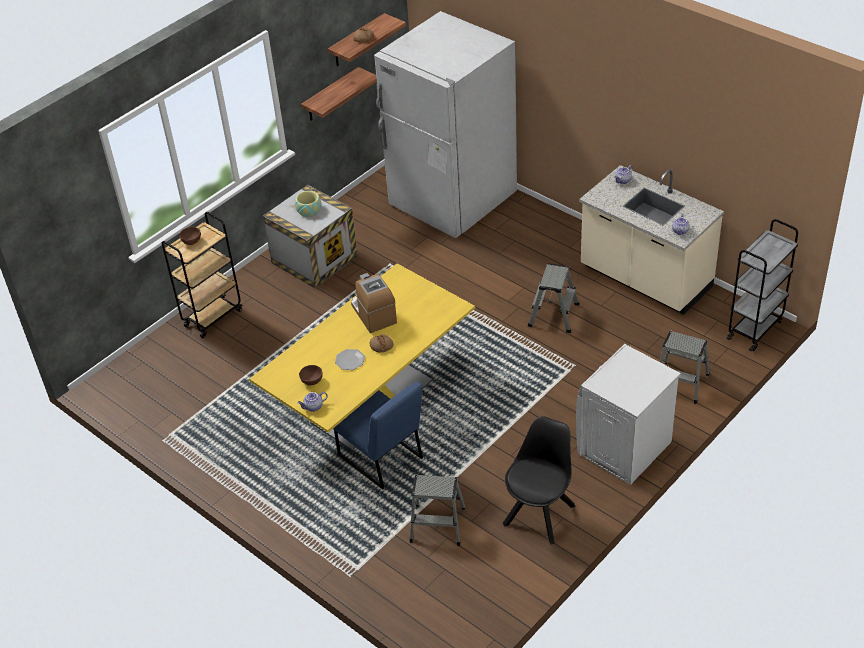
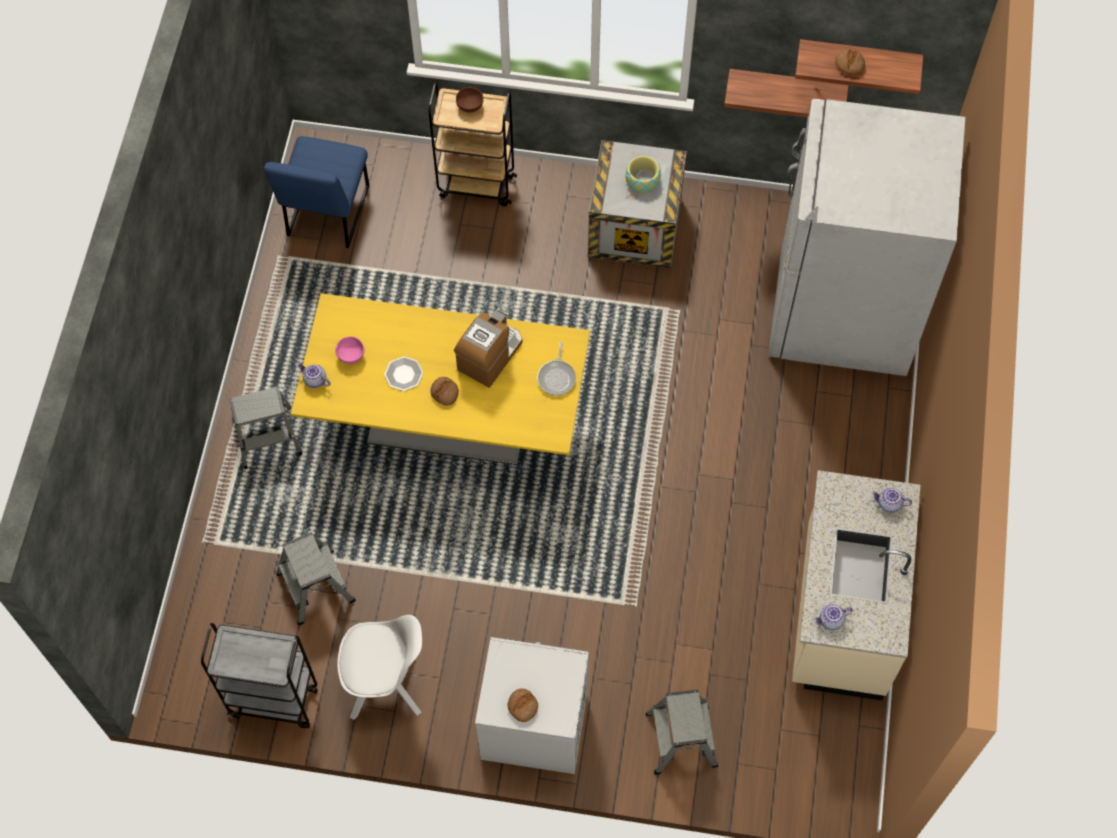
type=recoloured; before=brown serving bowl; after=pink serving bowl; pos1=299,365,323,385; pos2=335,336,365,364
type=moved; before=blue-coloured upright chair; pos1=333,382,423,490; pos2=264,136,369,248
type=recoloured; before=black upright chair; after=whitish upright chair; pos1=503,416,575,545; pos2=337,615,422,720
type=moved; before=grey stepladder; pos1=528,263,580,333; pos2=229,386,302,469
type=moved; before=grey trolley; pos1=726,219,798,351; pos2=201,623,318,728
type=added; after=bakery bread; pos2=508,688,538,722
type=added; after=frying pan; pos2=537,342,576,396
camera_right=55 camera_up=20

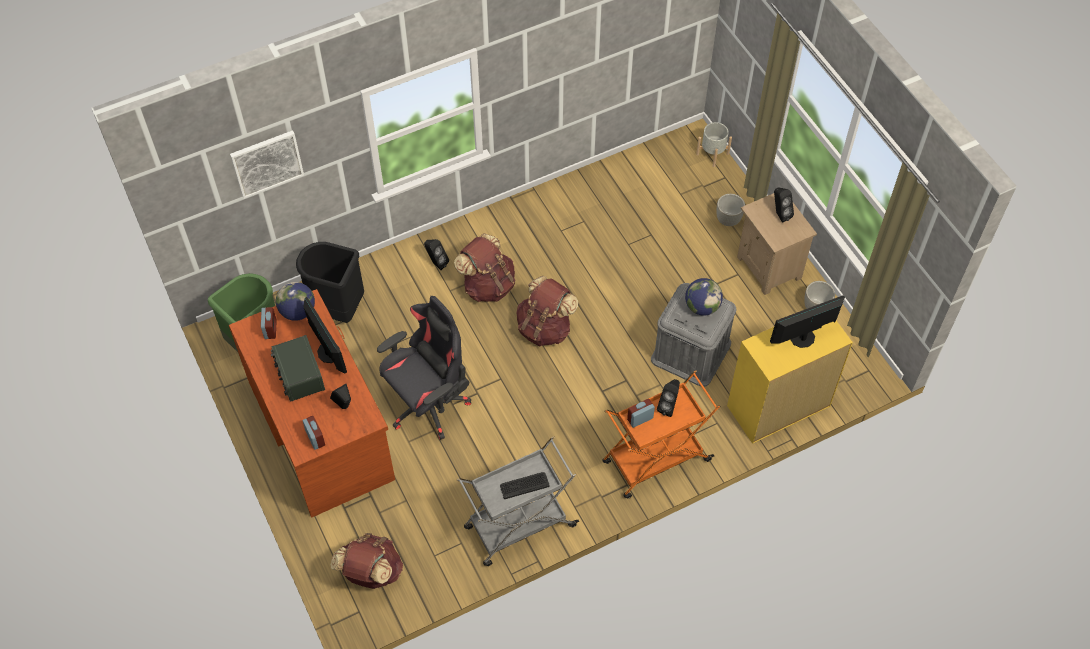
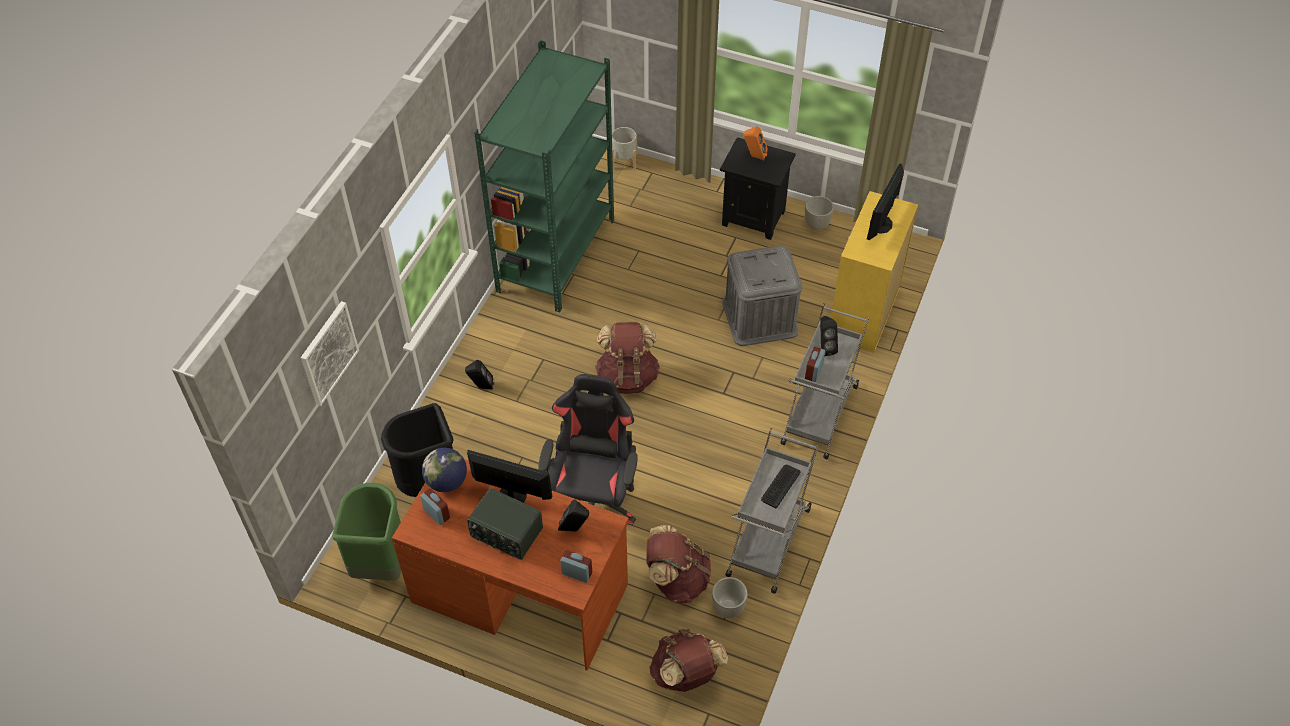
type=moved; before=brown rucksack; pos1=454,233,516,302; pos2=646,525,711,603
type=recoloured; before=orange-coloured trolley; after=grey trolley; pos1=603,370,720,499; pos2=780,303,869,459
type=removed; before=desk globe; pos1=685,278,723,316
type=moved; before=grey planter; pos1=717,194,745,226; pos2=712,577,748,618
type=recoloured; before=beige-coloured nightstand; after=black nightstand; pos1=737,193,817,295; pos2=720,137,796,240
type=recoloured; before=black loudspeaker; after=orange-coloured loudspeaker; pos1=774,187,794,223; pos2=744,126,768,160
type=added; after=green-coloured bookcase; pos2=474,40,614,312
camera_right=-40 camera_up=-5

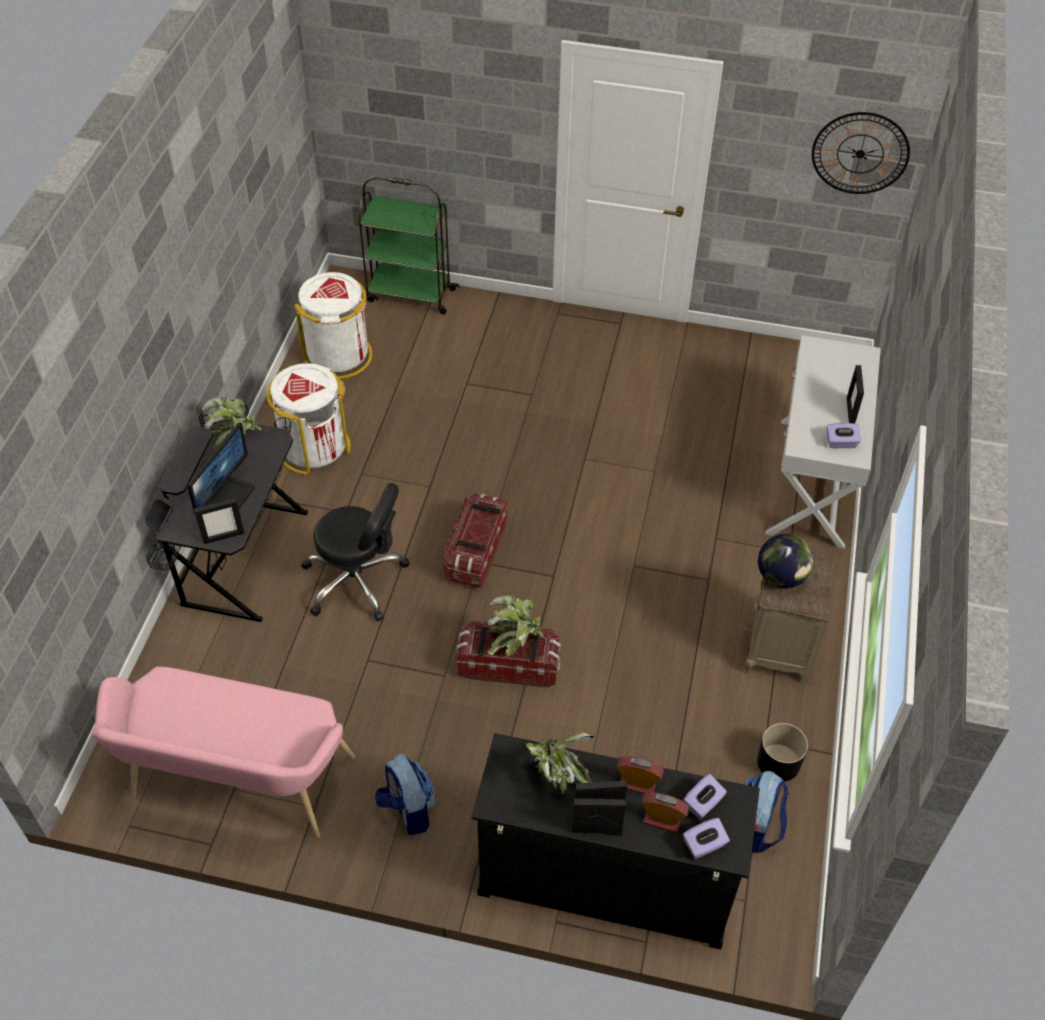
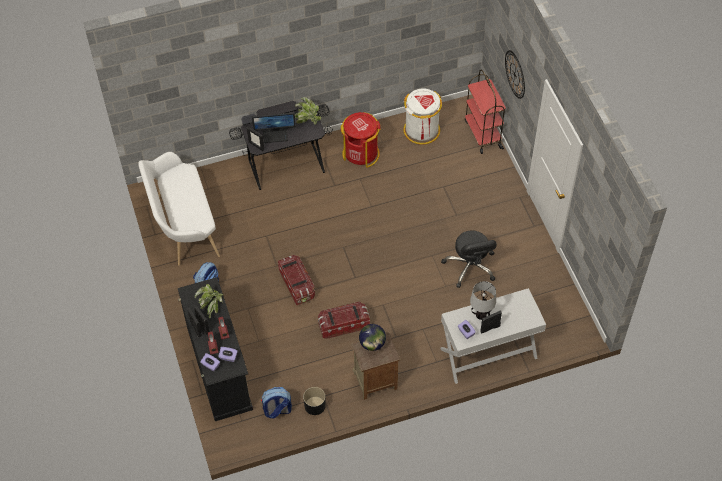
type=recoloured; before=pink bench; after=whitish bench; pos1=92,667,355,838; pos2=138,152,220,265
type=recoloured; before=whitish rubbish bin; after=red rubbish bin; pos1=267,363,351,475; pos2=340,112,381,168
type=moved; before=black computer chair; pos1=301,483,410,621; pos2=441,230,497,288
type=recoloured; before=green-coloured trolley; after=red trolley; pos1=359,177,460,315; pos2=465,70,506,154
type=moved; before=storage container; pos1=442,494,507,588; pos2=318,302,370,339
type=removed; before=plant in a pot; pos1=488,595,544,656
type=moved; before=clock on the wall; pos1=812,112,910,194; pos2=505,50,525,99
type=added; after=lamp for a table; pos2=470,281,496,320
camera_right=60 camera_up=5

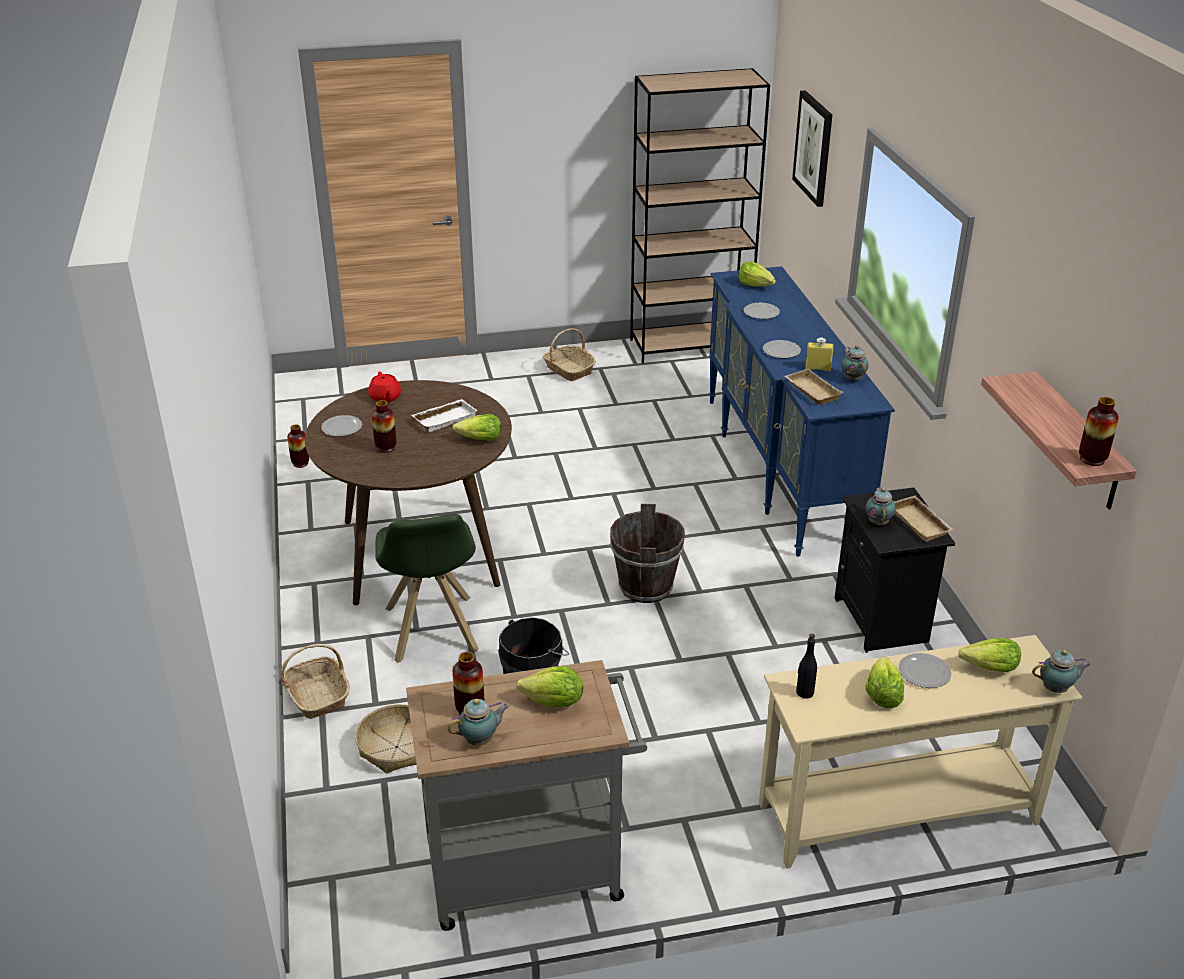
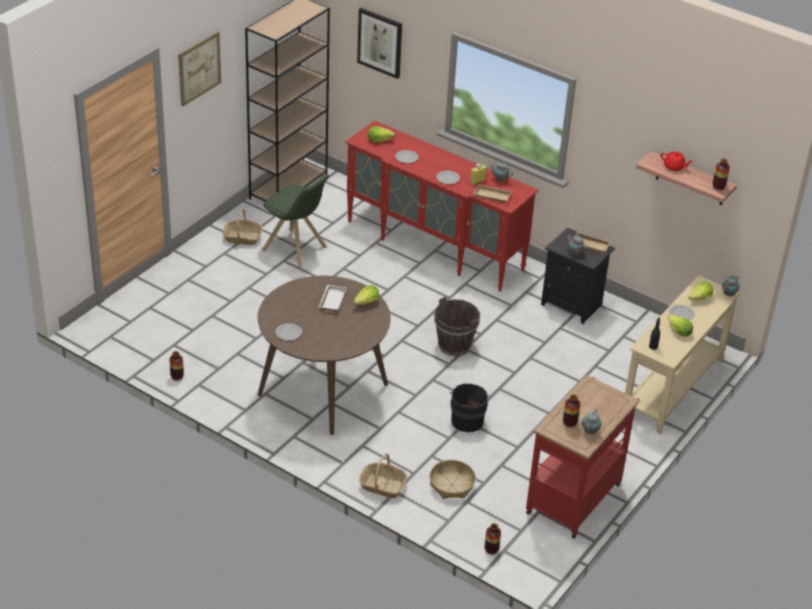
type=moved; before=red tea pot; pos1=368,372,401,402; pos2=660,152,693,171
type=moved; before=vase; pos1=372,400,397,453; pos2=485,523,501,555
type=moved; before=green-coloured upright chair; pos1=375,514,479,663; pos2=262,174,329,268
type=recoloured; before=grey trolley; after=red trolley; pos1=406,660,647,931; pos2=526,375,640,538
type=removed; before=head of lettuce; pos1=517,666,583,707
type=recoloured; before=blue-coloured cabinet; after=red cabinet; pos1=709,266,895,557; pos2=345,121,539,292
type=added; after=wall art; pos2=178,31,221,107
camera_right=-45 camera_up=5

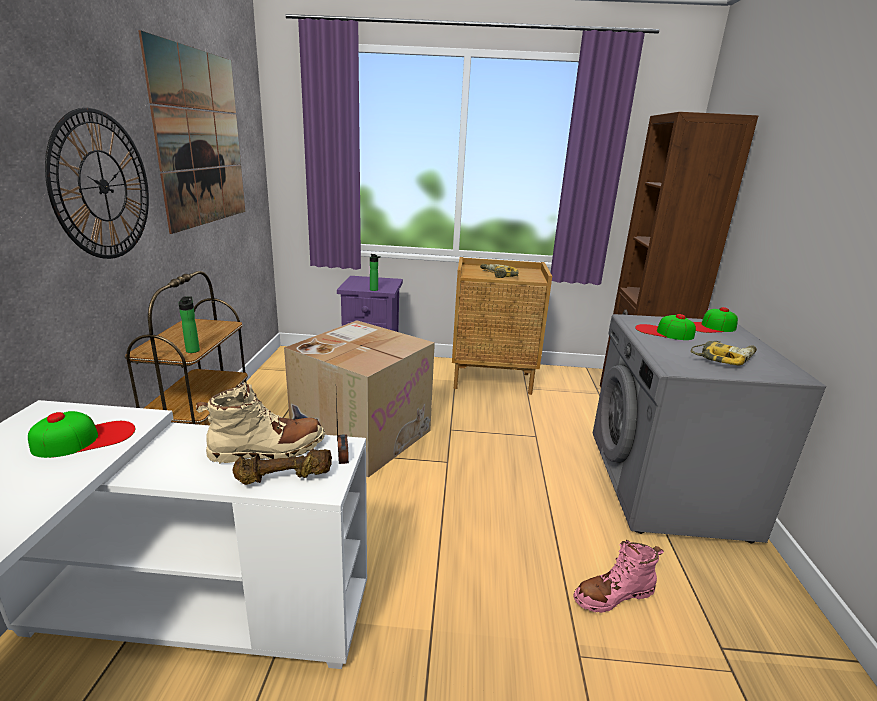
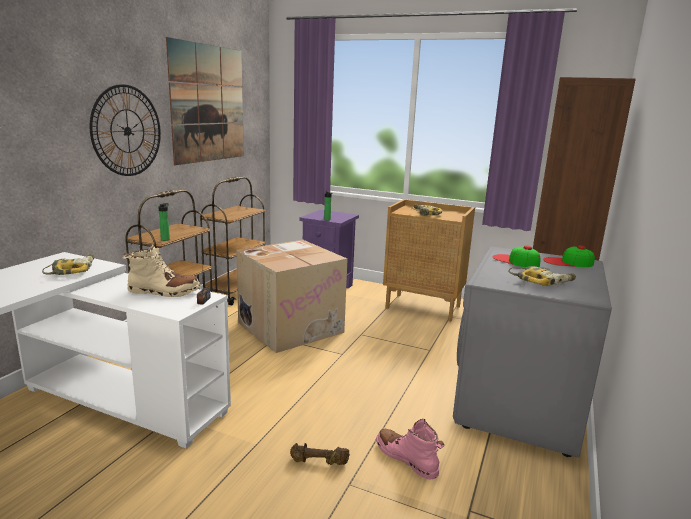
type=replaced; before=cap; after=drill; pos1=28,411,135,458; pos2=42,254,94,275
type=moved; before=brown hand weight; pos1=232,448,332,485; pos2=290,443,350,465
type=turned; before=pink tall boot; pos1=573,540,664,613; pos2=376,419,444,480; turn=45
type=added; after=brown trolley; pos2=200,177,265,305
camera_right=20 camera_up=-5

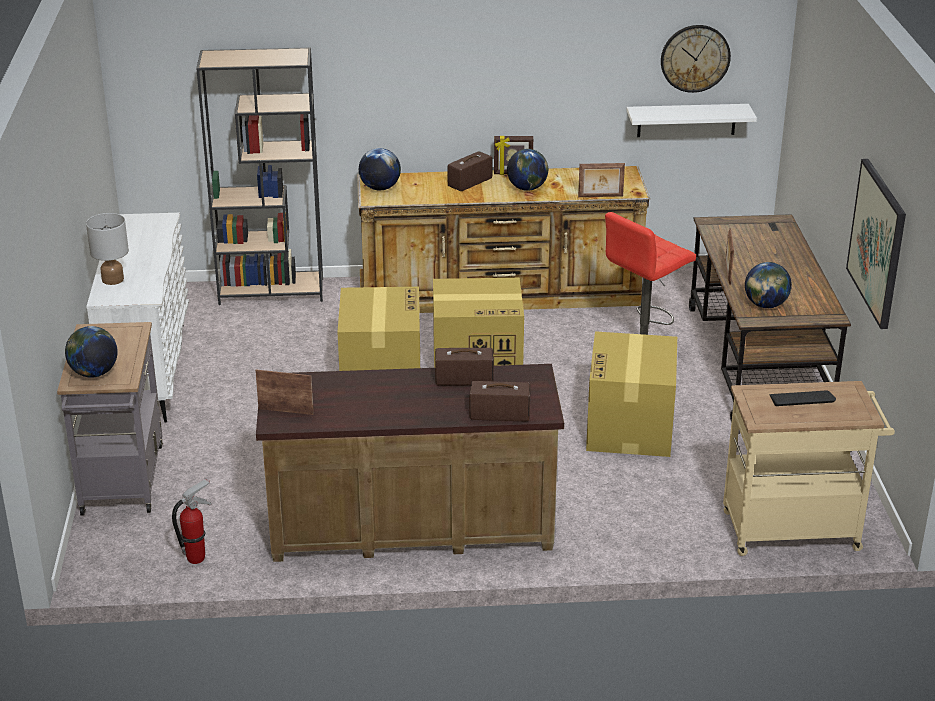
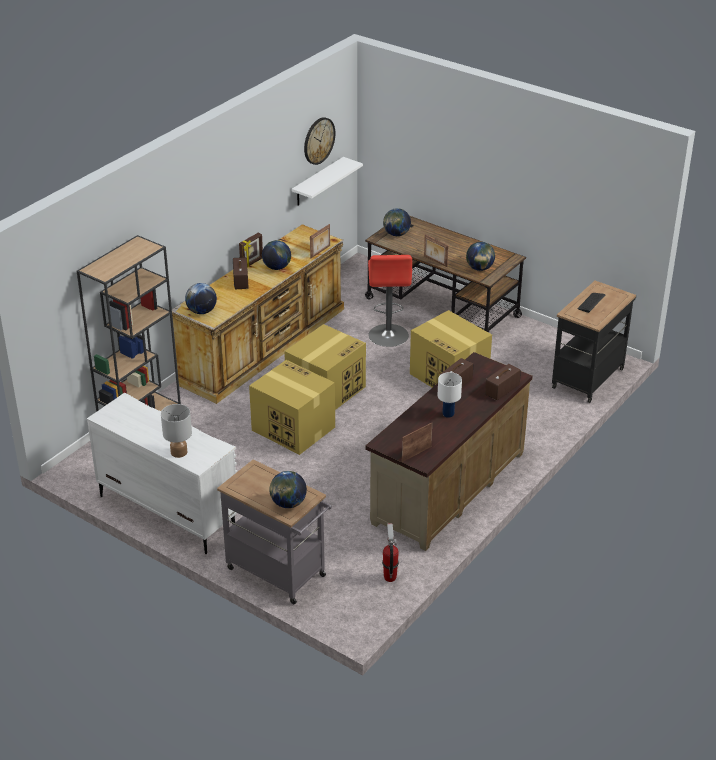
type=recoloured; before=beige-coloured trolley; after=black trolley; pos1=723,381,895,556; pos2=552,281,636,403
type=removed; before=wall art; pos1=846,159,906,329
type=added; after=desk globe; pos2=383,208,411,236
type=added; after=whitish lamp for a table; pos2=437,372,462,418
camera_right=-50 camera_up=5

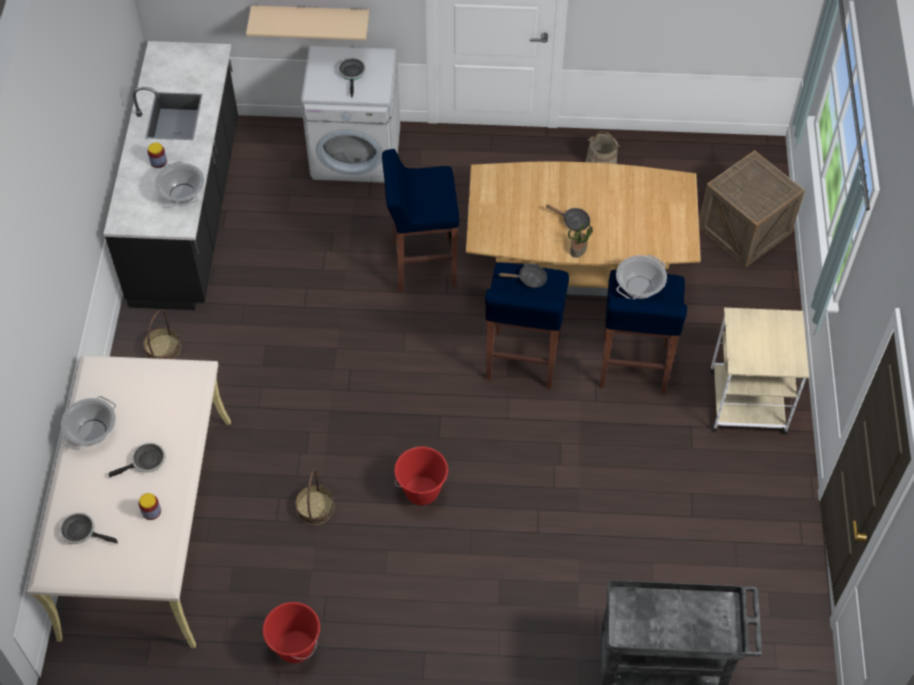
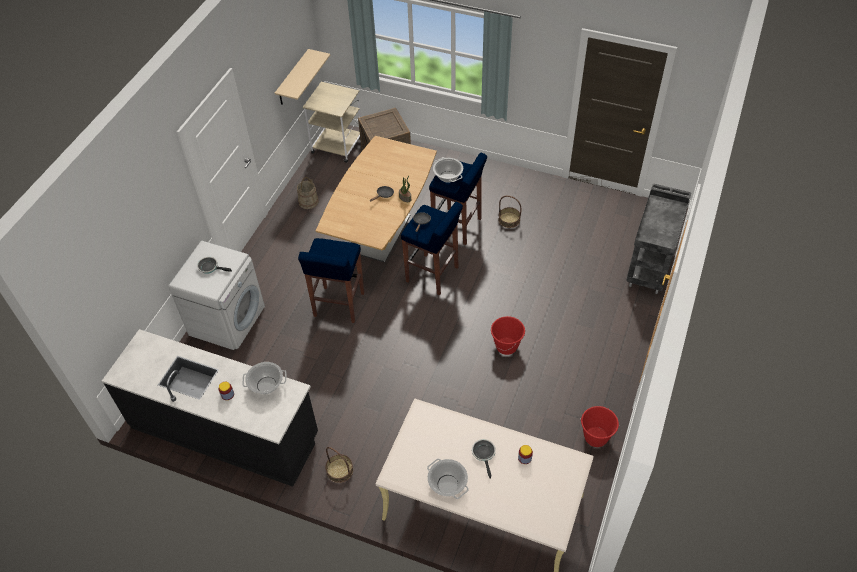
type=removed; before=frying pan; pos1=60,512,118,544
type=moved; before=beige-coloured wall shelf; pos1=246,5,369,40; pos2=275,49,330,105
type=moved; before=basket; pos1=295,469,335,525; pos2=499,196,522,228
type=moved; before=beige-coloured trolley; pos1=709,308,809,435; pos2=303,82,361,163
camera_right=-70 camera_up=-5

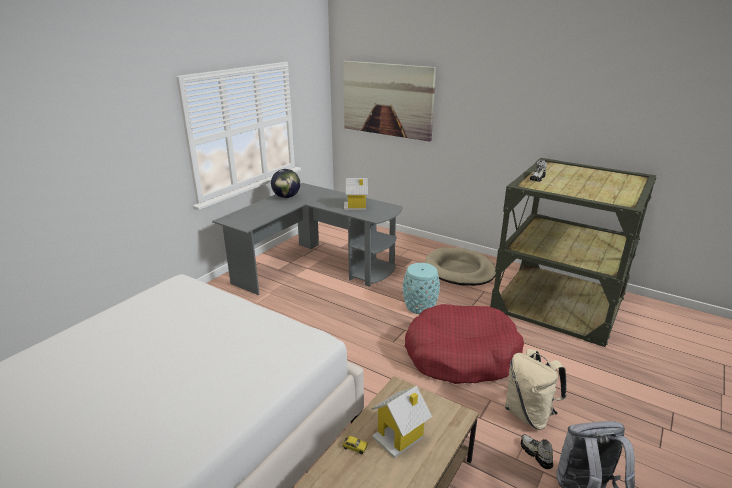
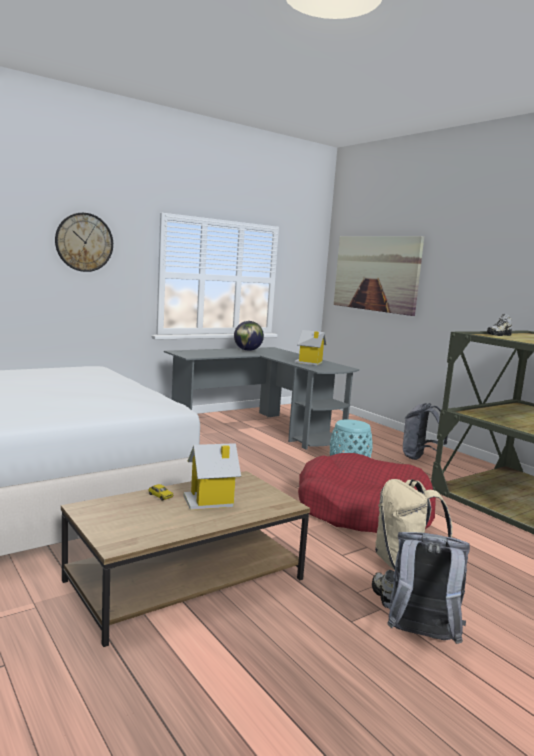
type=replaced; before=beige-coloured dog bed; after=grey rucksack; pos1=425,247,496,286; pos2=403,403,448,460
type=added; after=clock on the wall; pos2=55,213,113,272
camera_right=20 camera_up=-15

